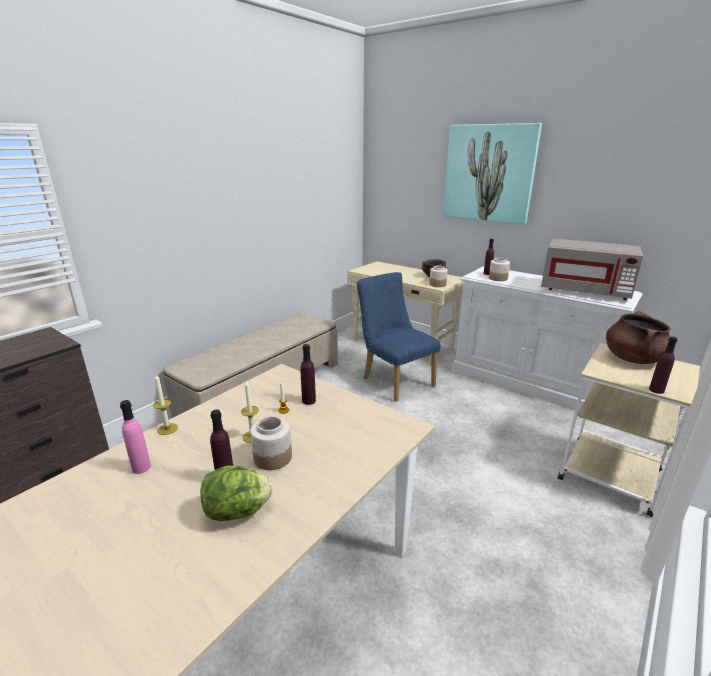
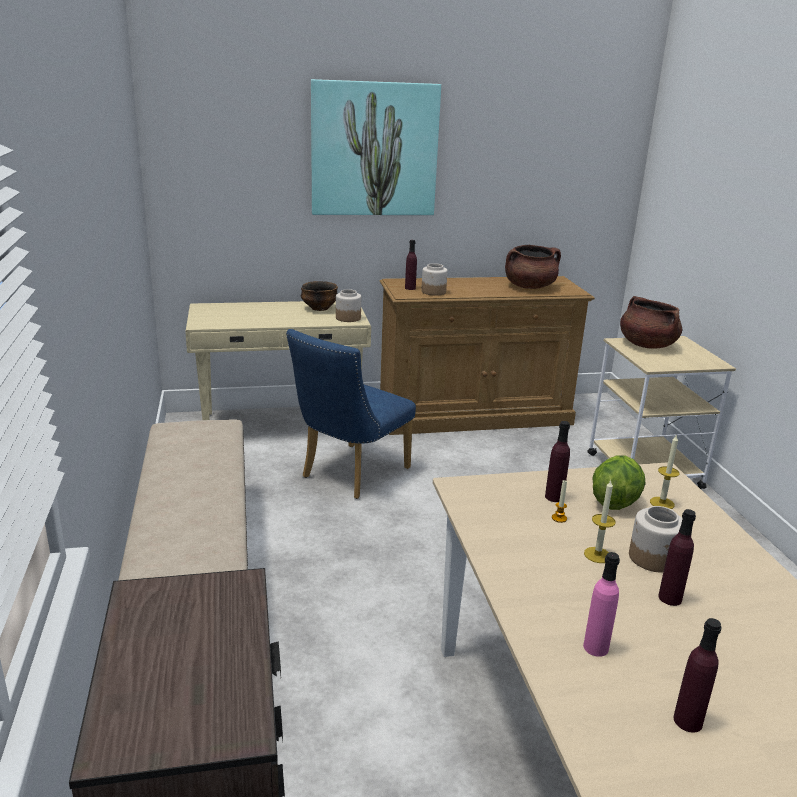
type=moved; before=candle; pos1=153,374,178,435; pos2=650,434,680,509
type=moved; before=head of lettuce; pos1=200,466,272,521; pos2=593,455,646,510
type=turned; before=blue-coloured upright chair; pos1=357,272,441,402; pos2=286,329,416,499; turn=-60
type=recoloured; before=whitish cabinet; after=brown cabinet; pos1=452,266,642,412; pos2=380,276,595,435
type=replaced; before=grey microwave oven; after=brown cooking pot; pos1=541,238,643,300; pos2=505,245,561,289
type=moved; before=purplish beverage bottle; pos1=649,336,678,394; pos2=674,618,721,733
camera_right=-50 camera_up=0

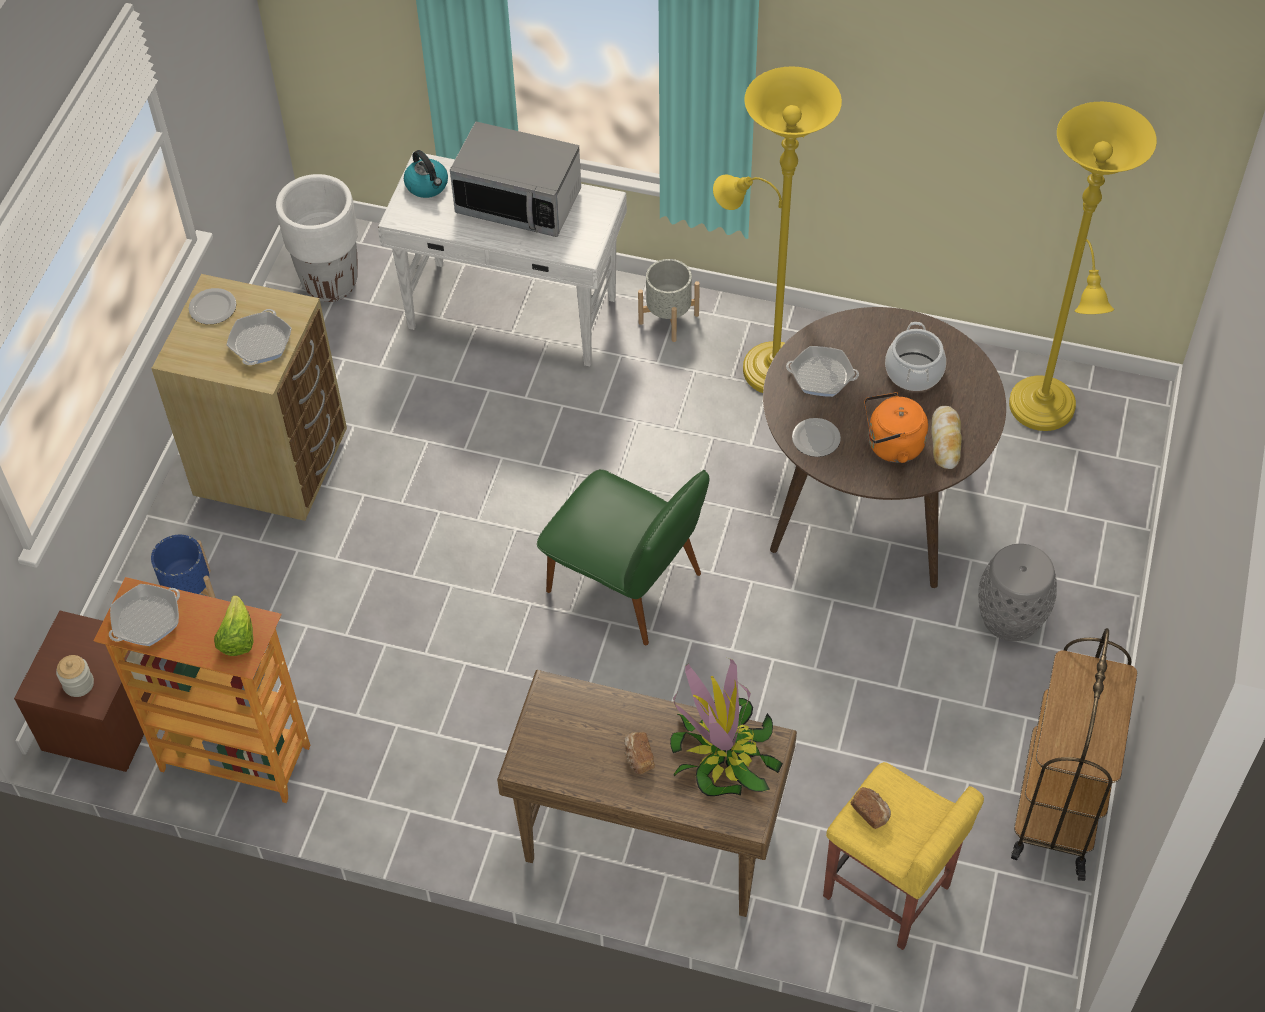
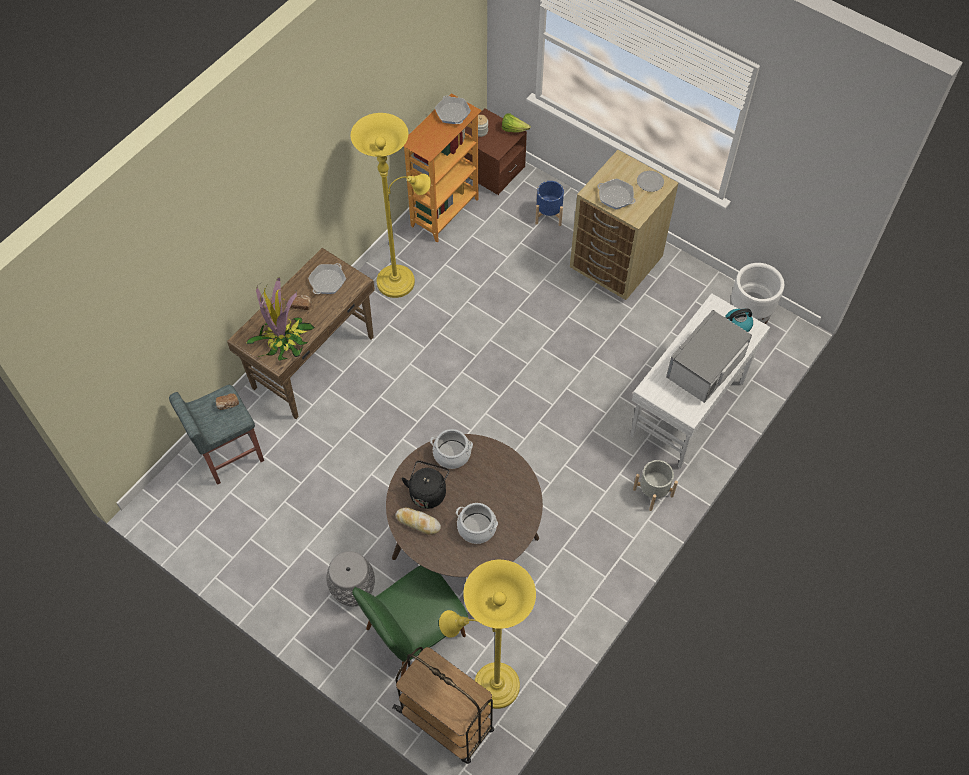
type=moved; before=head of lettuce; pos1=214,595,254,656; pos2=502,113,531,133
type=moved; before=green-coloured upright chair; pos1=537,469,709,645; pos2=352,565,468,677
type=moved; before=yellow-coloured floor lamp; pos1=713,66,842,393; pos2=351,113,431,298
type=moved; before=frying pan; pos1=786,346,859,397; pos2=308,263,346,294
type=replaced; before=dinner plate; after=cooking pot; pos1=792,418,841,457; pos2=430,429,473,469
type=recoloured; before=yellow-coloured stool; after=grey stool; pos1=823,762,984,950; pos2=169,385,264,485
type=recoloured; before=orange-coloured kettle; after=black kettle; pos1=864,392,928,463; pos2=402,461,449,509
type=moved; before=brown trolley; pos1=1011,628,1137,881; pos2=392,647,494,764
camera_right=110 camera_up=5

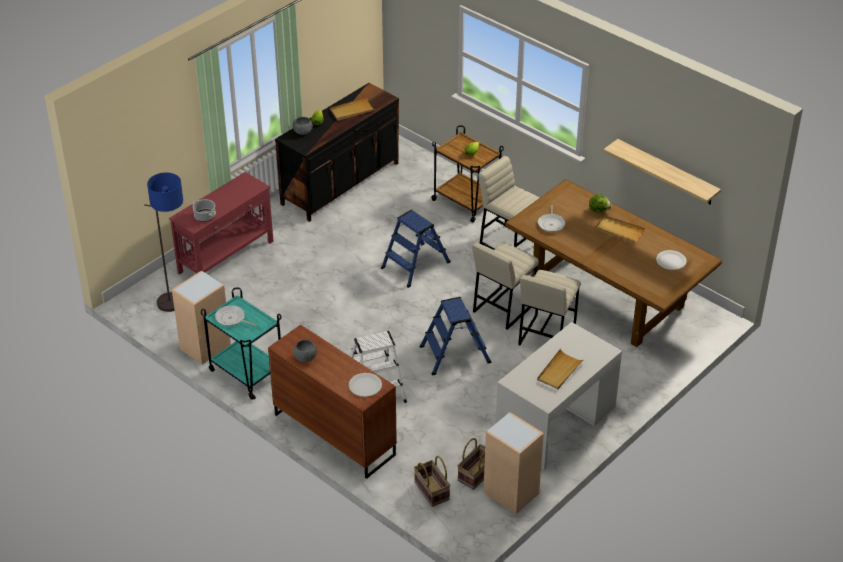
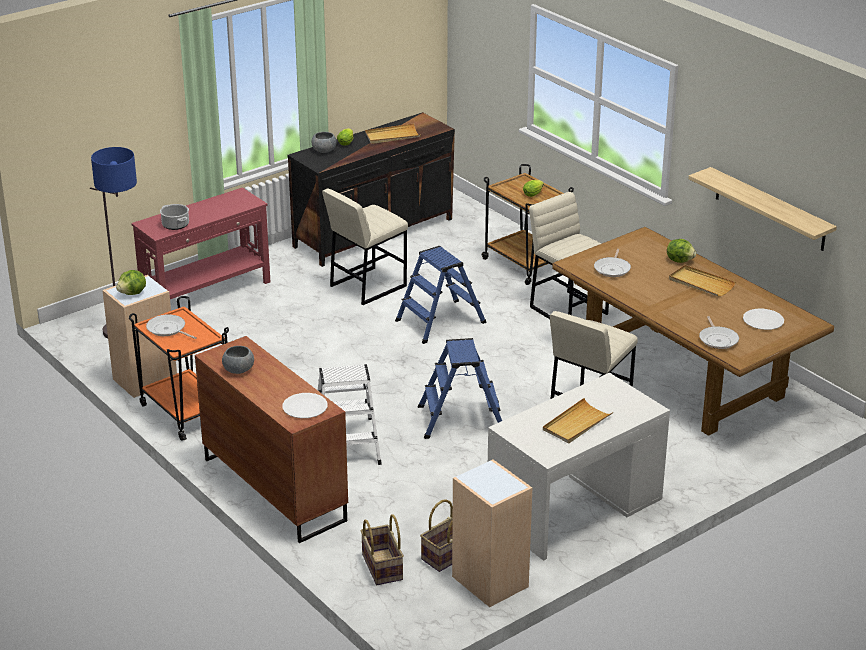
type=recoloured; before=turquoise-coloured trolley; after=orange-coloured trolley; pos1=201,288,281,400; pos2=129,296,229,441
type=moved; before=beige-coloured upright chair; pos1=472,242,539,330; pos2=322,188,408,305
type=added; after=head of lettuce; pos2=116,270,146,295
type=added; after=frying pan; pos2=699,316,739,349
camera_right=10 camera_up=-10

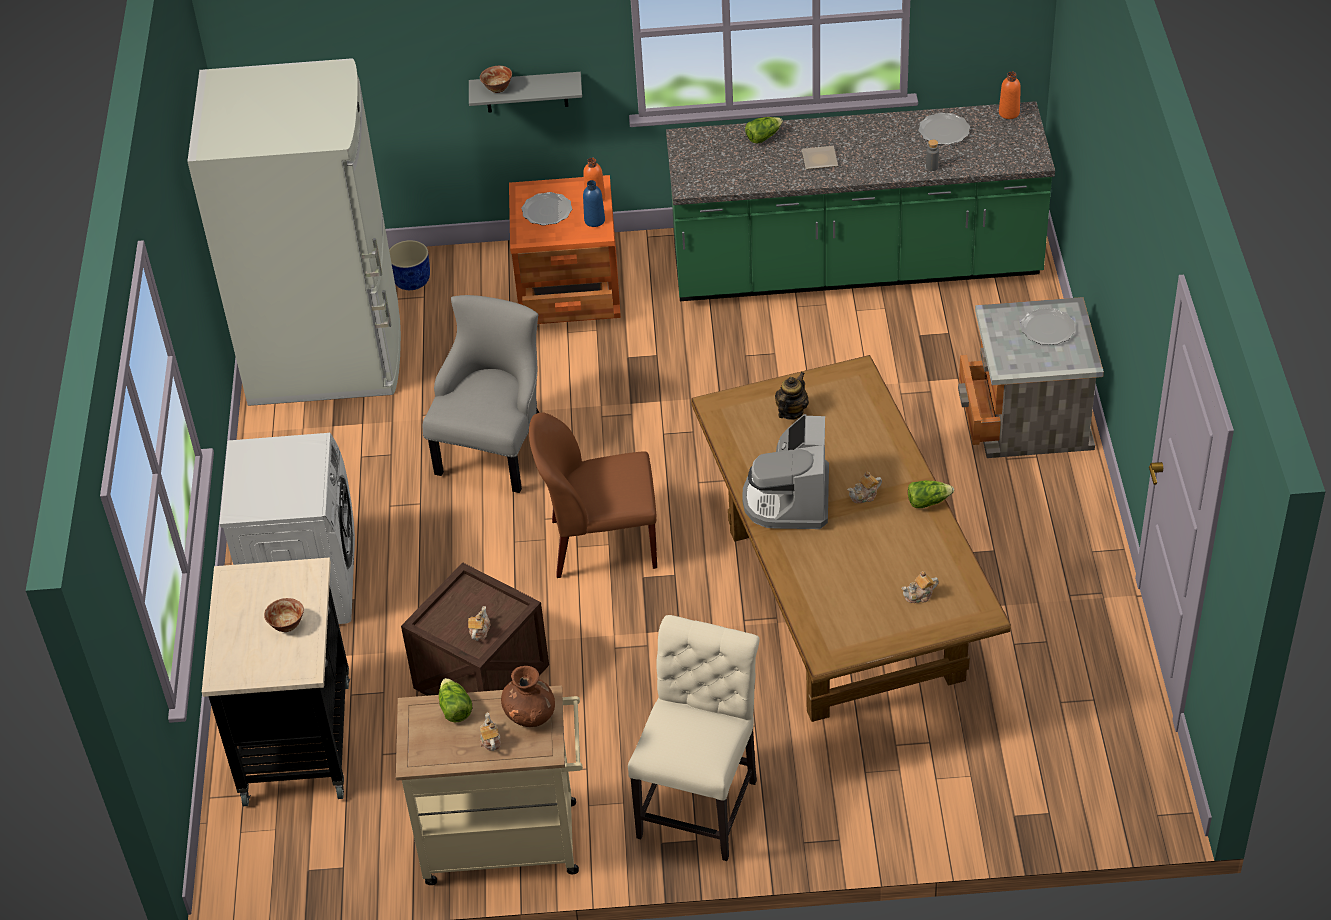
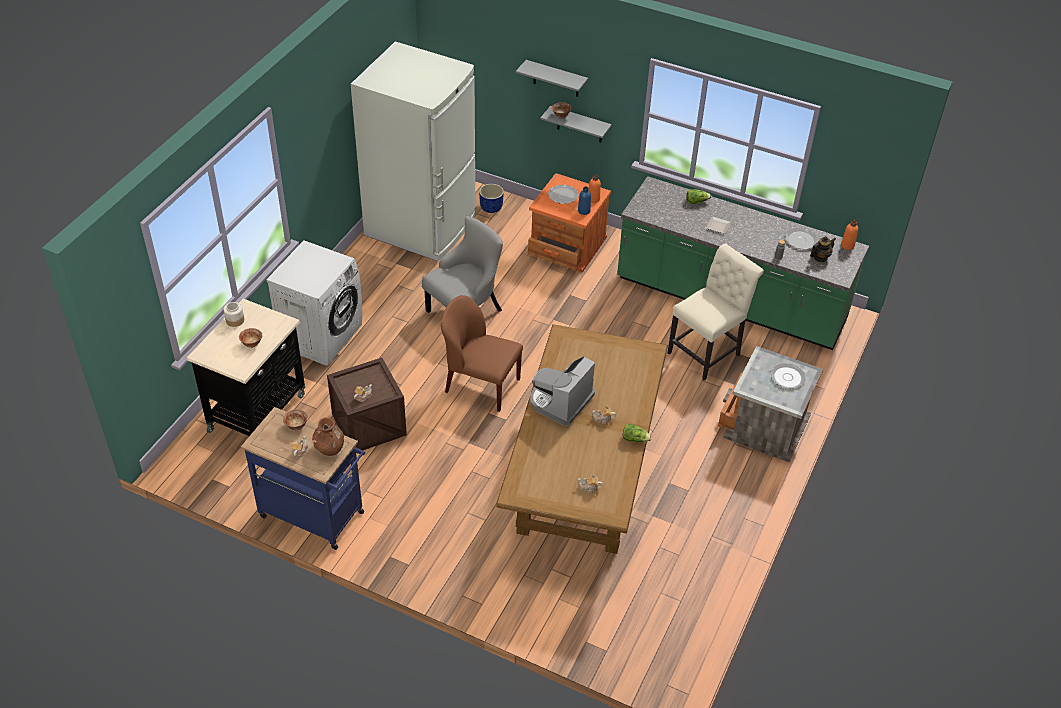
type=recoloured; before=beige-coloured trolley; after=blue-coloured trolley; pos1=396,685,583,885; pos2=241,407,365,550
type=replaced; before=head of lettuce; after=serving bowl; pos1=439,678,472,723; pos2=283,409,308,430
type=moved; before=beige-coloured upright chair; pos1=628,615,760,861; pos2=668,244,764,381
type=moved; before=tea pot; pos1=775,372,809,420; pos2=810,236,836,262
type=added; after=preserve jar; pos2=224,302,244,327
type=added; after=grey wall shelf; pos2=516,60,588,97
camera_right=25 camera_up=0

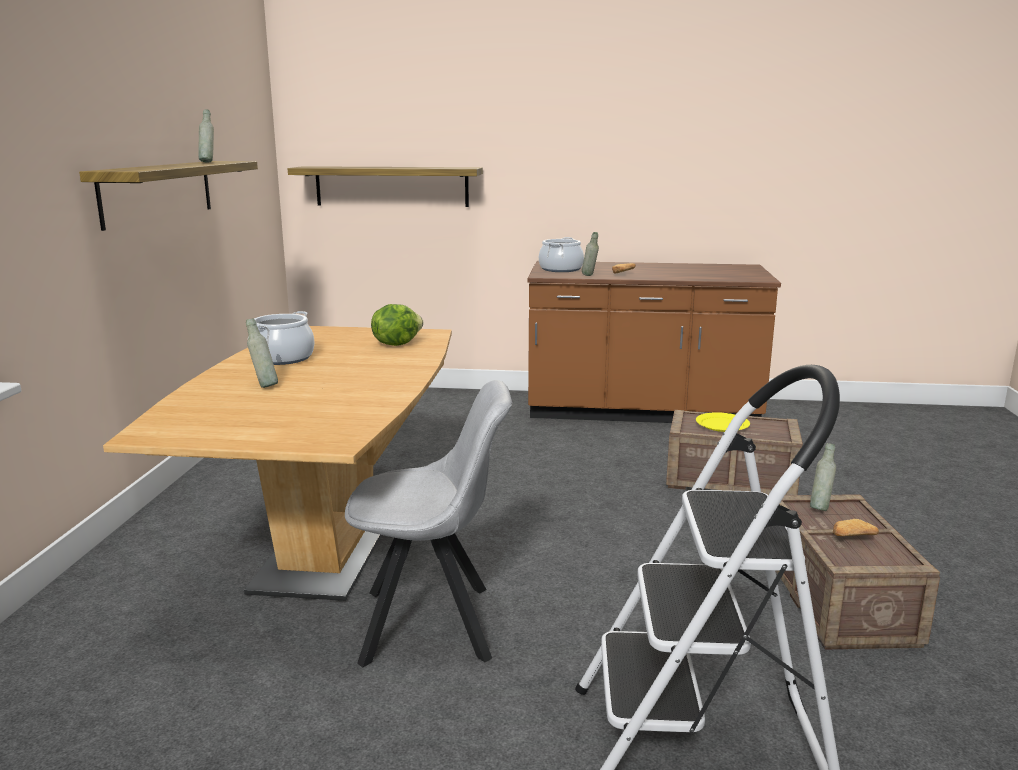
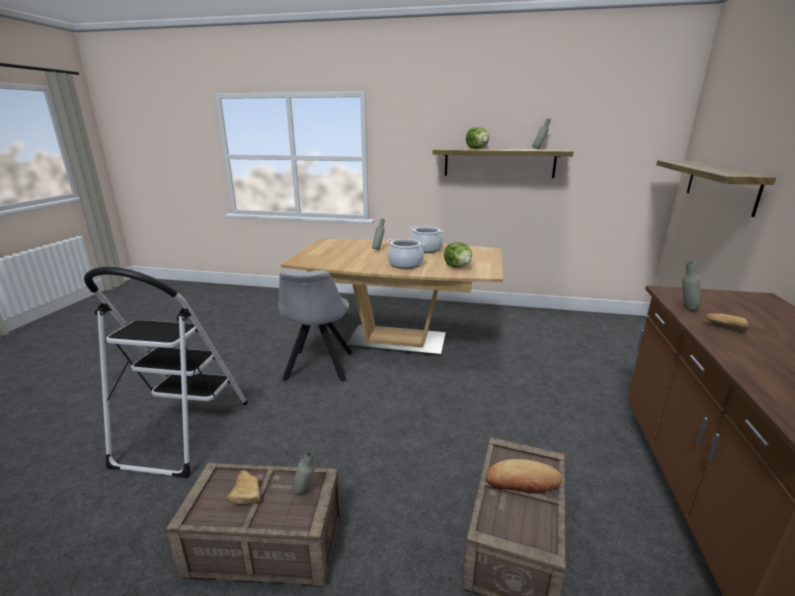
type=moved; before=cooking pot; pos1=539,237,584,272; pos2=387,239,425,269
type=replaced; before=yellow-coloured dinner plate; after=bakery bread; pos1=696,412,750,432; pos2=486,459,563,493
type=added; after=head of lettuce; pos2=466,127,489,149
camera_right=95 camera_up=5

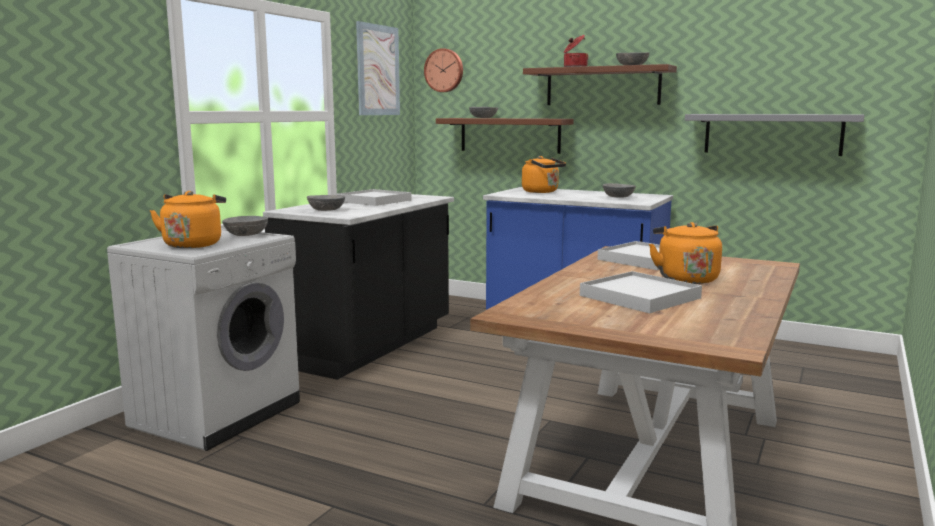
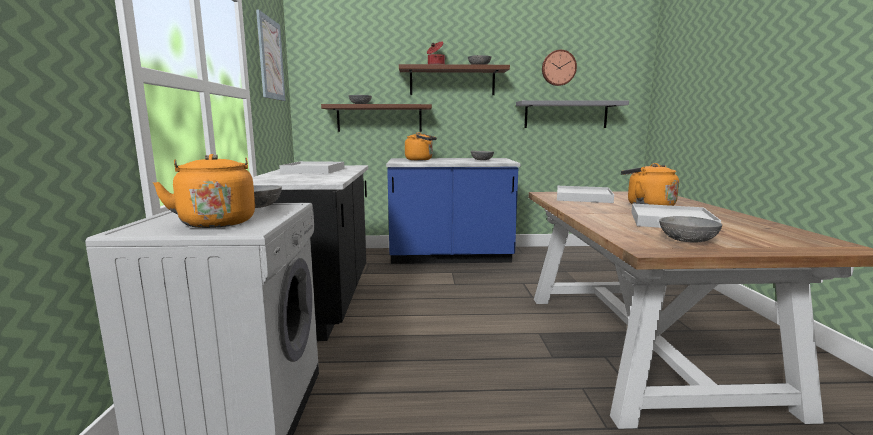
type=moved; before=grey serving bowl; pos1=307,195,345,211; pos2=659,216,722,243
type=moved; before=clock on the wall; pos1=424,48,463,92; pos2=542,50,577,86
camera_right=-30 camera_up=0

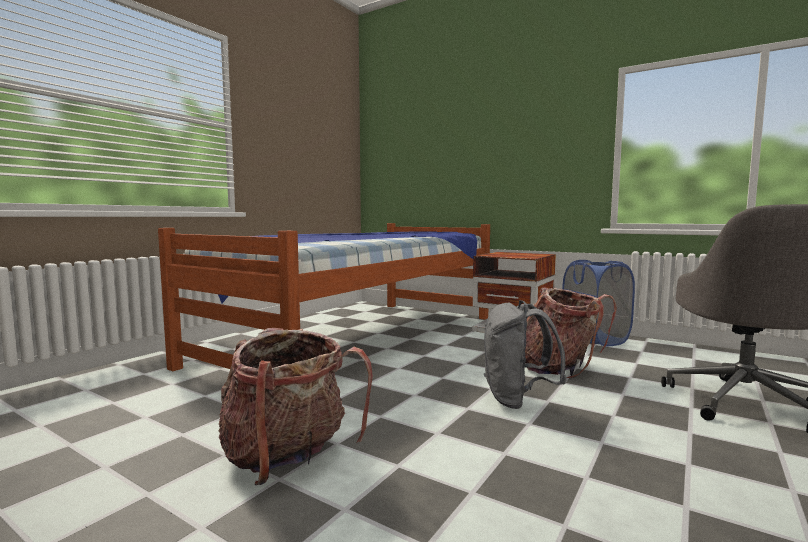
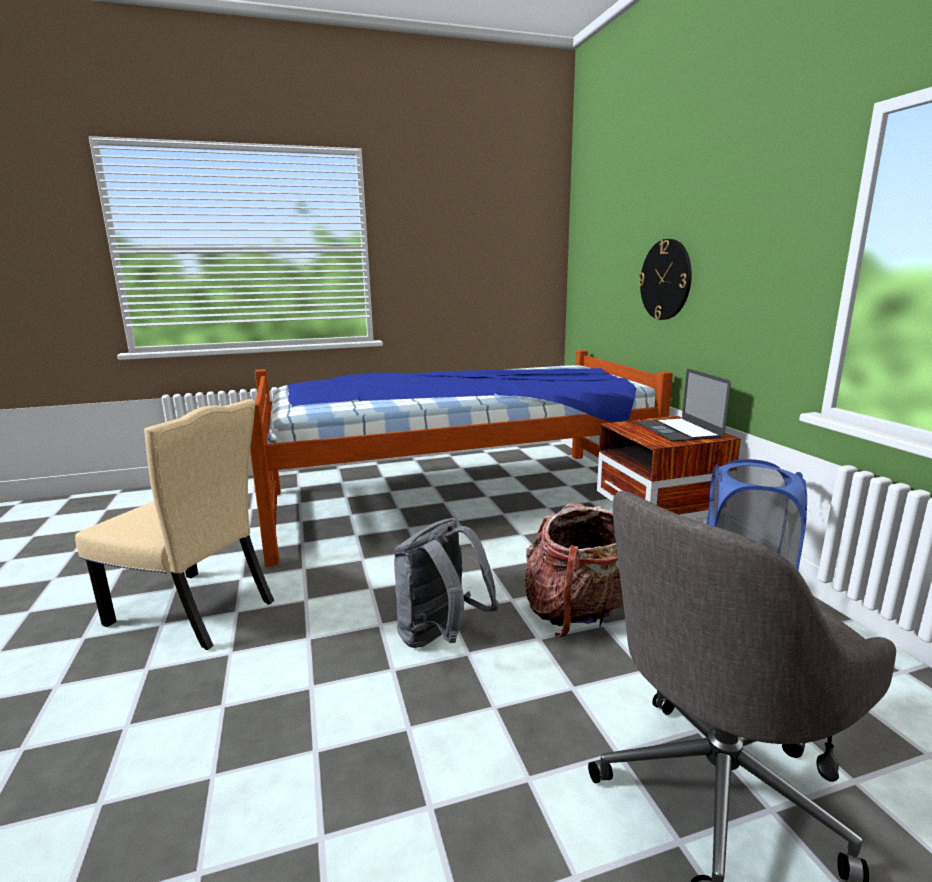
type=replaced; before=rucksack; after=beige-coloured upright chair; pos1=218,328,373,485; pos2=75,399,274,650
type=added; after=portable computer; pos2=637,369,731,442
type=added; after=clock on the wall; pos2=638,239,692,320
camera_right=40 camera_up=10

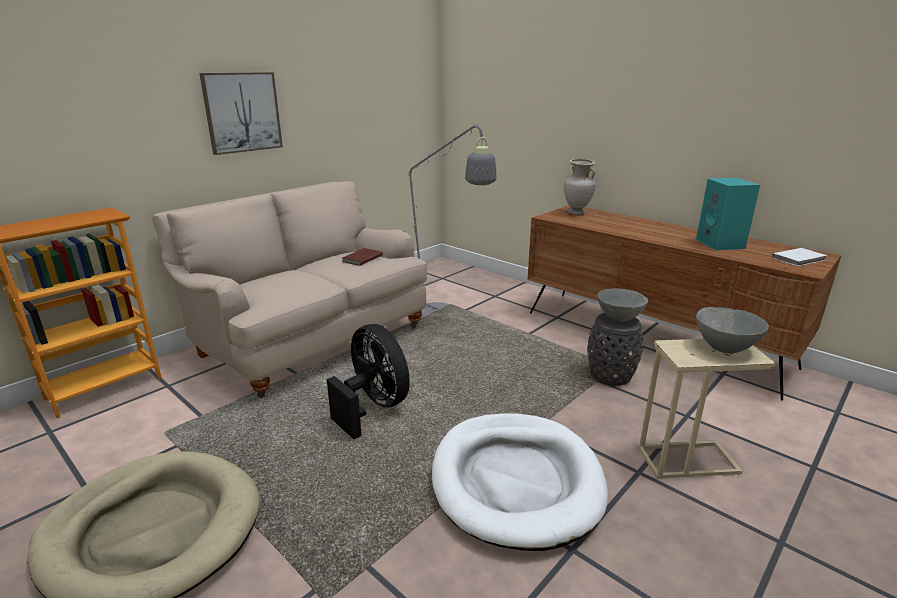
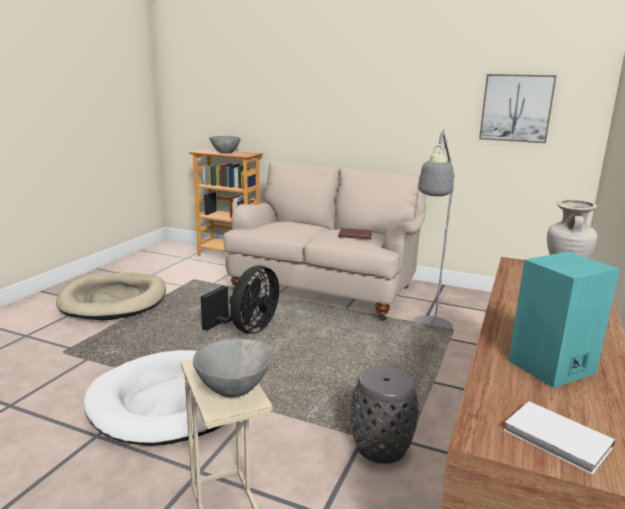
type=moved; before=wall art; pos1=199,72,283,155; pos2=479,74,557,143
type=moved; before=grey serving bowl; pos1=598,288,648,322; pos2=209,136,241,154
camera_right=70 camera_up=-5

